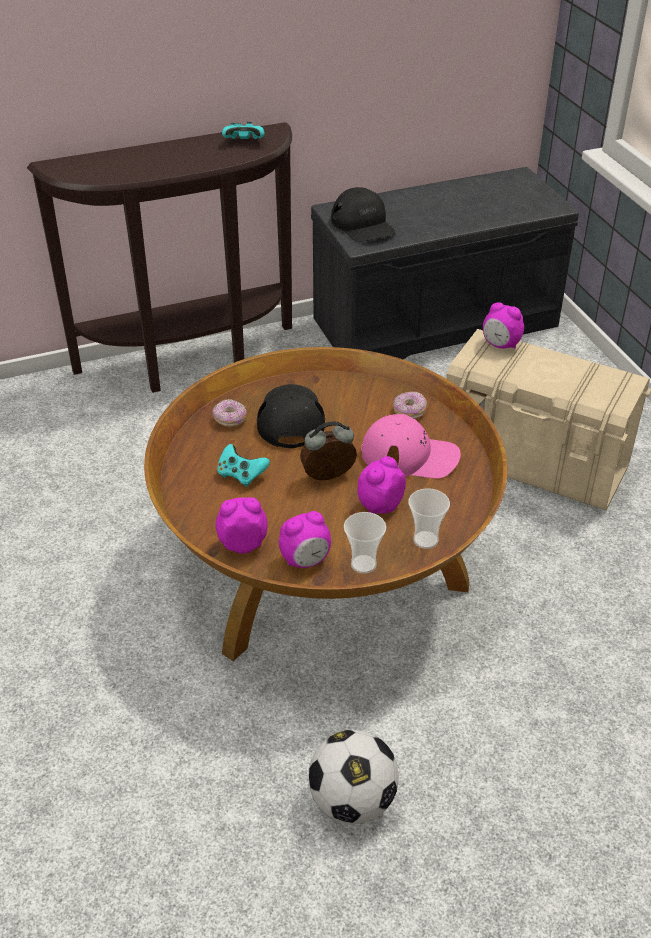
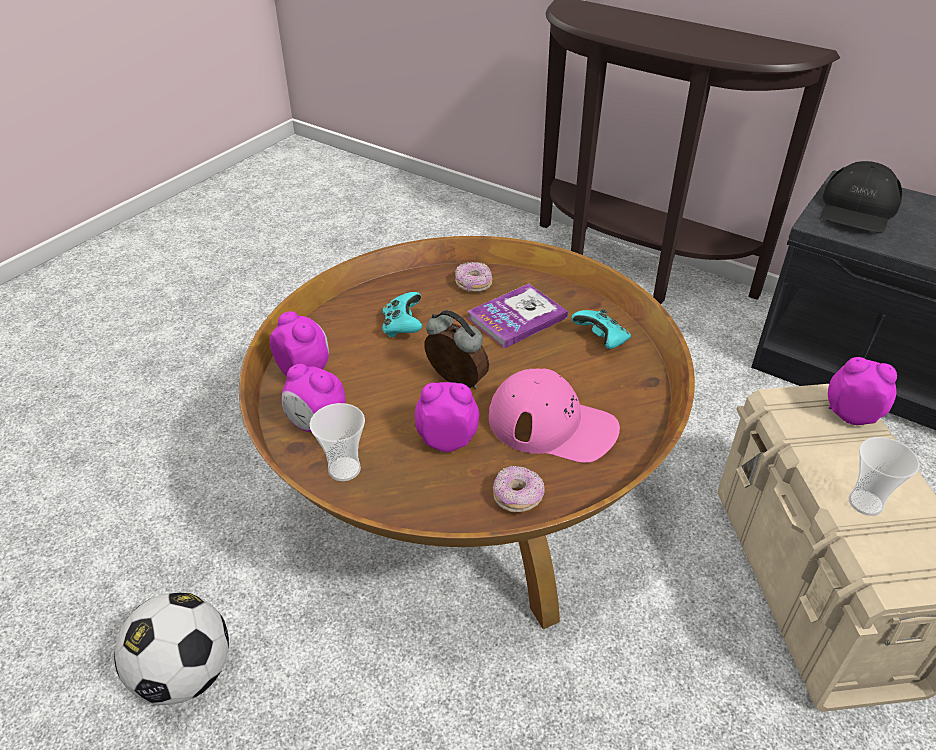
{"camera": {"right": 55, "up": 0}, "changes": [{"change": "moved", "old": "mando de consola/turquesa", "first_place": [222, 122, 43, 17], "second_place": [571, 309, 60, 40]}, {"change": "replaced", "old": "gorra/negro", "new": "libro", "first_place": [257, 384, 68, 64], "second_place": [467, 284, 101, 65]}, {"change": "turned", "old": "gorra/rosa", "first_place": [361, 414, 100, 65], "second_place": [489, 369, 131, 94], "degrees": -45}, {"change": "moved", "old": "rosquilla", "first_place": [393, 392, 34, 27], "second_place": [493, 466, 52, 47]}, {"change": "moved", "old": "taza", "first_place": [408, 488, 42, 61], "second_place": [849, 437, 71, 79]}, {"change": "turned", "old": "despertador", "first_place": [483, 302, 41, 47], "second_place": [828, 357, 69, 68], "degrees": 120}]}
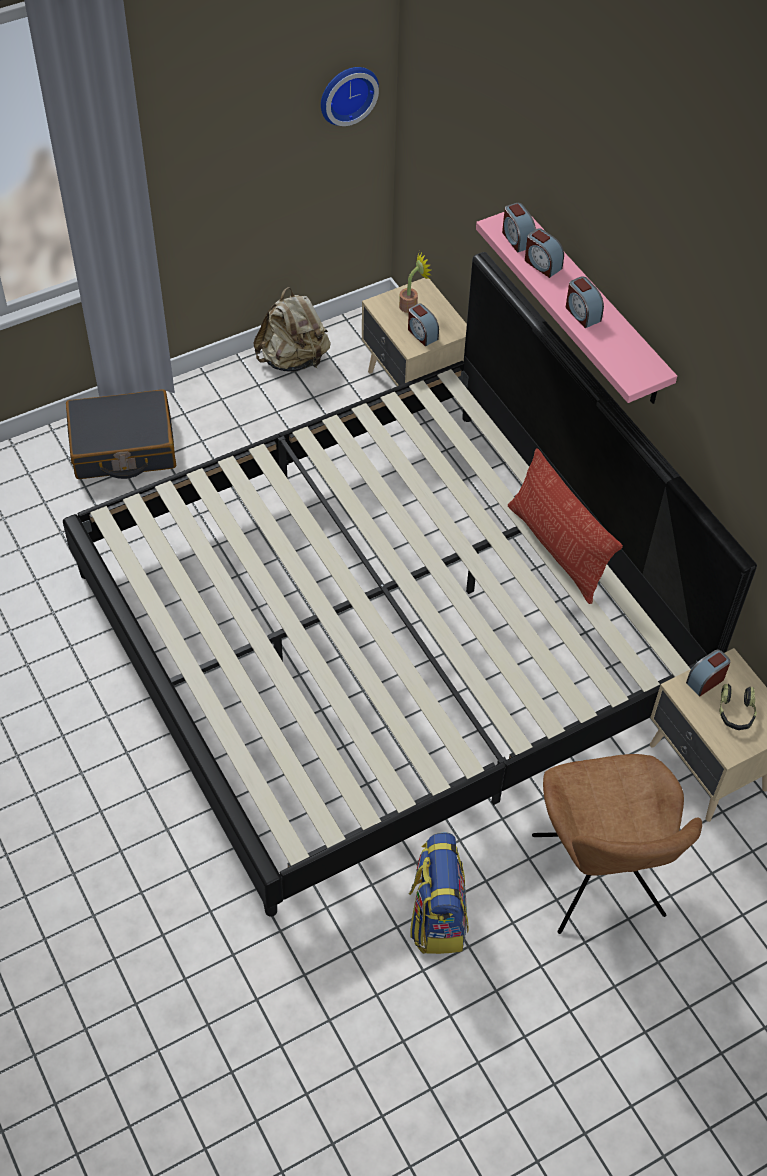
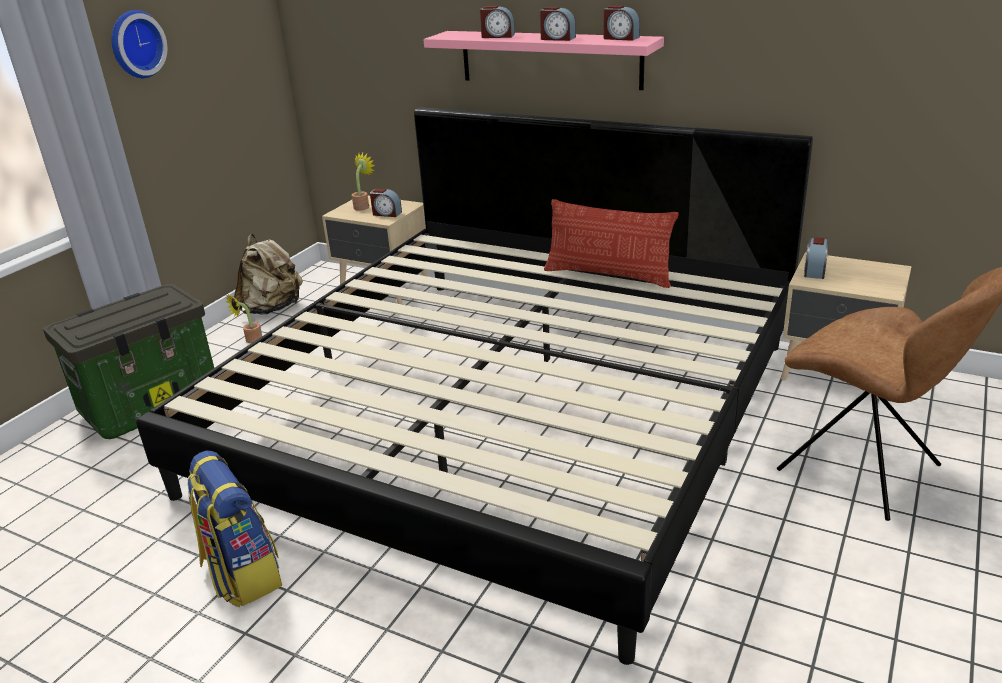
{"camera": {"right": -30, "up": -25}, "changes": [{"change": "replaced", "old": "maleta/negro", "new": "caja de almacenaje", "first_place": [66, 389, 110, 90], "second_place": [43, 284, 171, 155]}, {"change": "moved", "old": "reloj de pared", "first_place": [321, 67, 58, 59], "second_place": [111, 10, 56, 68]}, {"change": "moved", "old": "mochila", "first_place": [409, 832, 59, 122], "second_place": [187, 451, 95, 157]}, {"change": "moved", "old": "despertador", "first_place": [502, 203, 34, 50], "second_place": [604, 5, 36, 36]}, {"change": "removed", "old": "auriculares", "first_place": [719, 684, 38, 46]}, {"change": "added", "new": "planta en maceta", "second_place": [224, 295, 38, 48]}]}
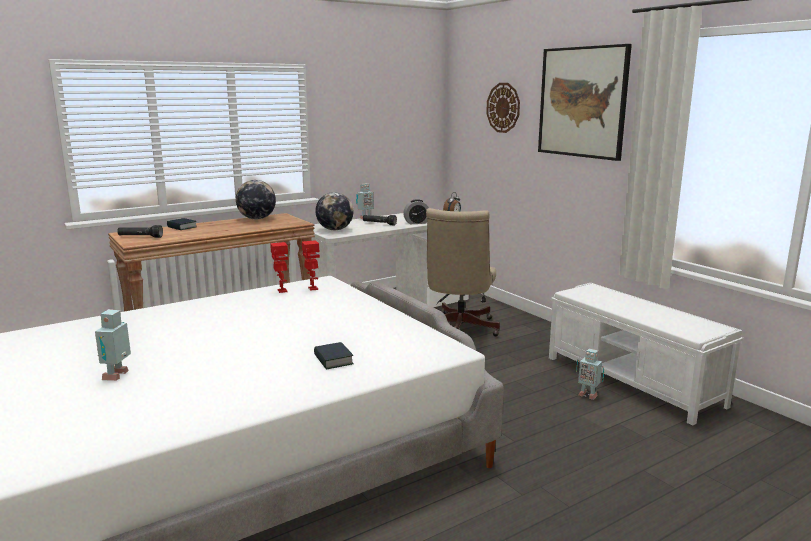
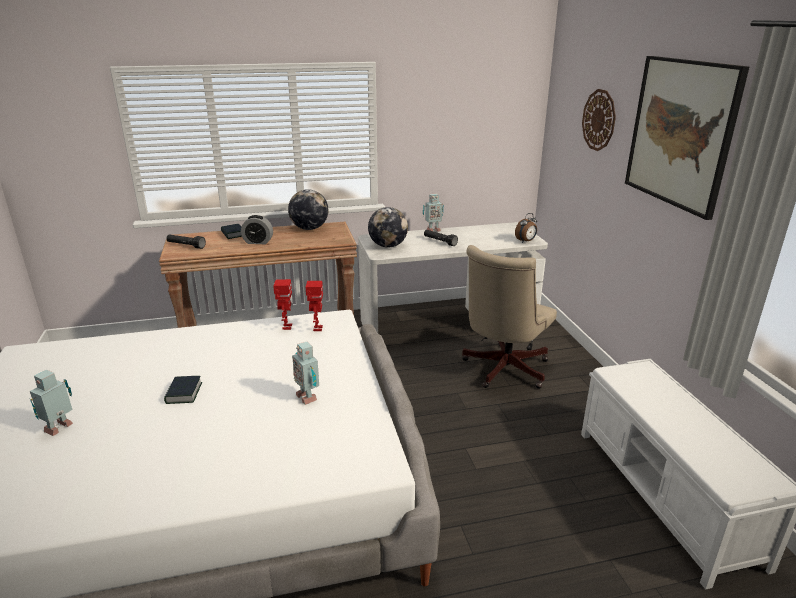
{"camera": {"right": 20, "up": 10}, "changes": [{"change": "moved", "old": "libro", "first_place": [314, 342, 40, 28], "second_place": [164, 376, 38, 28]}, {"change": "moved", "old": "despertador", "first_place": [403, 199, 26, 25], "second_place": [241, 215, 32, 29]}, {"change": "moved", "old": "robot de juguete", "first_place": [576, 348, 28, 52], "second_place": [292, 341, 27, 64]}]}
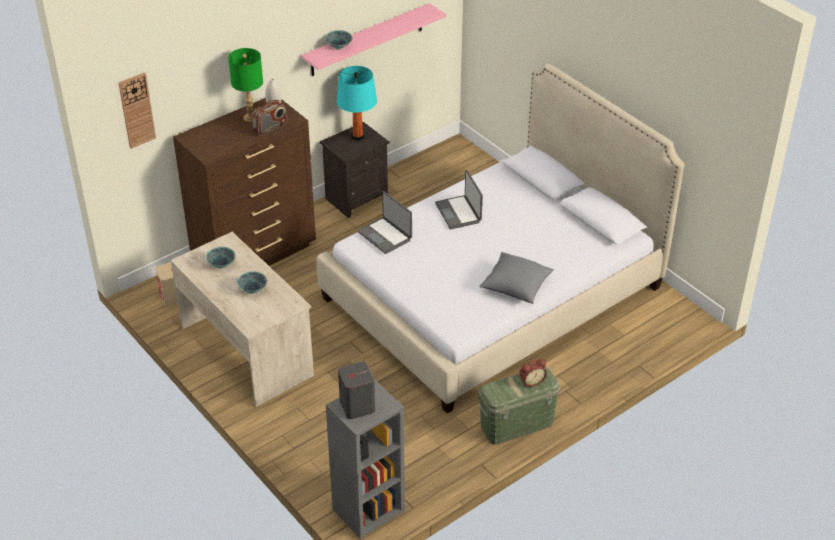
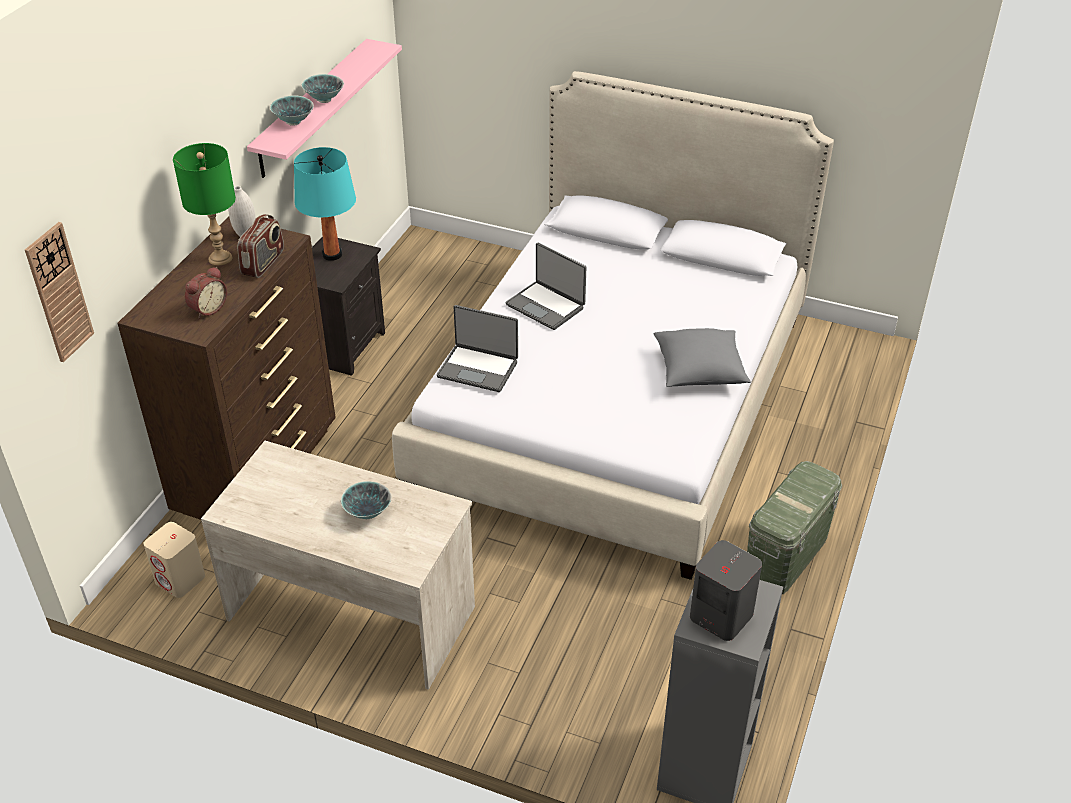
{"camera": {"right": -30, "up": 0}, "changes": [{"change": "moved", "old": "cuenco", "first_place": [206, 246, 30, 23], "second_place": [302, 74, 42, 29]}, {"change": "moved", "old": "despertador", "first_place": [519, 359, 28, 28], "second_place": [185, 267, 42, 51]}]}
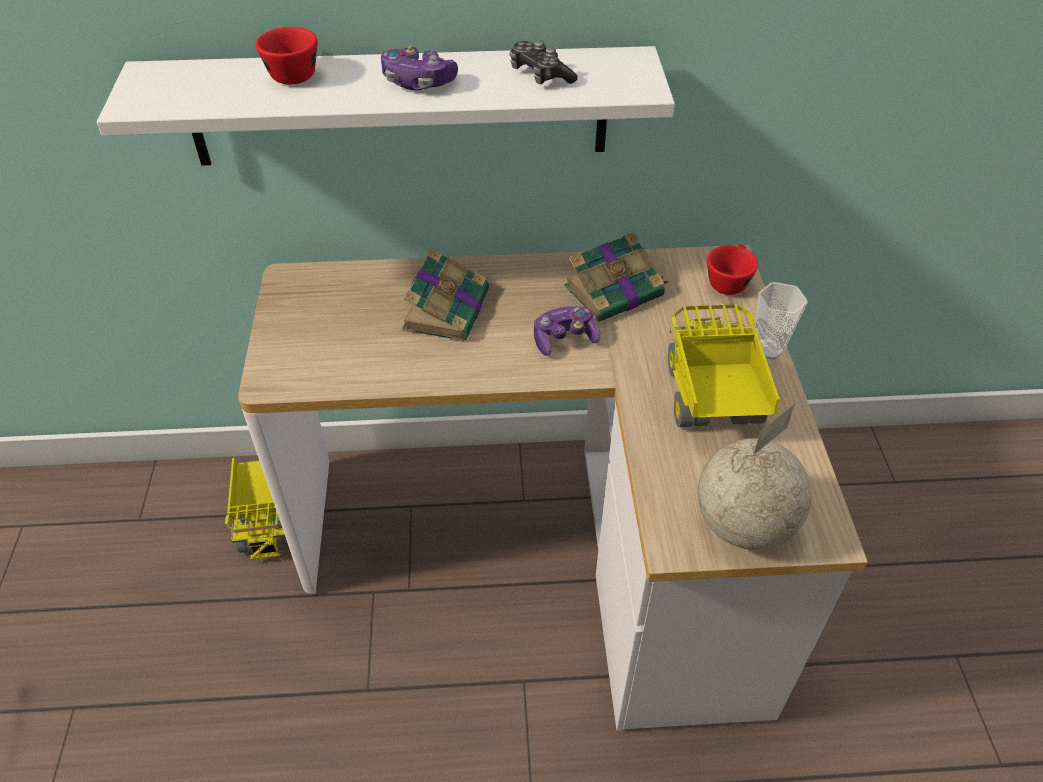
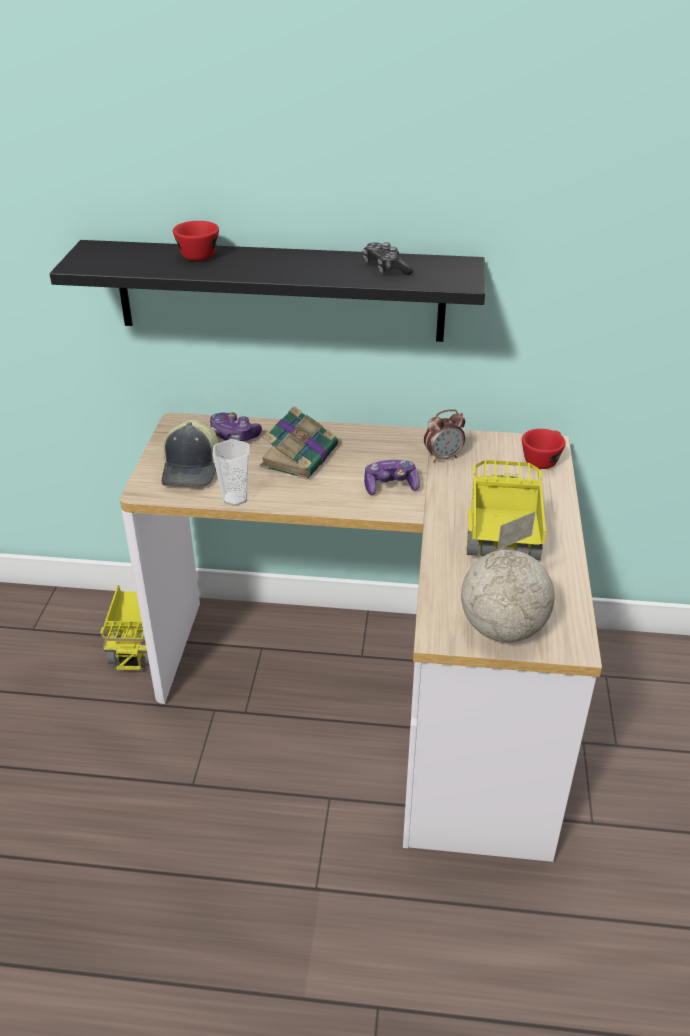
{"camera": {"right": 10, "up": -10}, "changes": [{"change": "recoloured", "old": "estante/blanco", "new": "estante/negro", "first_place": [97, 46, 578, 120], "second_place": [50, 240, 435, 102]}, {"change": "moved", "old": "mando de consola", "first_place": [381, 46, 77, 44], "second_place": [210, 412, 52, 29]}, {"change": "replaced", "old": "libro", "new": "despertador", "first_place": [564, 232, 105, 90], "second_place": [424, 409, 41, 54]}, {"change": "moved", "old": "taza", "first_place": [755, 282, 53, 78], "second_place": [213, 439, 36, 67]}, {"change": "added", "new": "gorra", "second_place": [162, 420, 57, 67]}]}
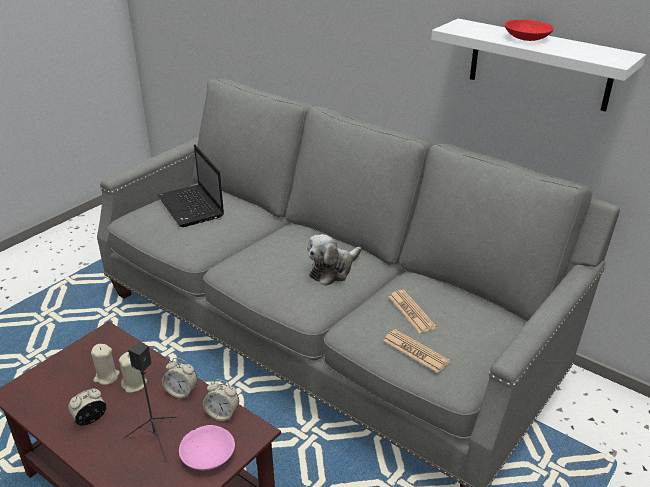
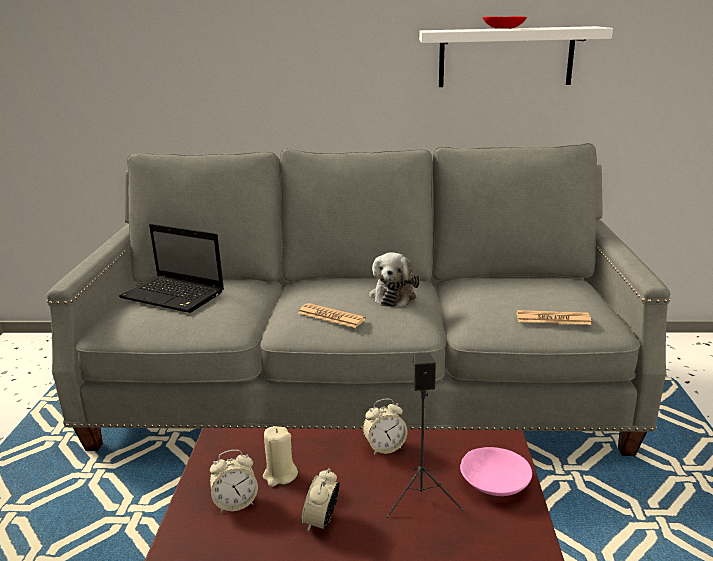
{"camera": {"right": -35, "up": -10}, "changes": [{"change": "removed", "old": "vela/beis", "first_place": [119, 352, 28, 41]}, {"change": "moved", "old": "despertador", "first_place": [203, 379, 36, 42], "second_place": [210, 450, 48, 63]}, {"change": "moved", "old": "periódico", "first_place": [388, 290, 48, 43], "second_place": [298, 303, 68, 25]}]}
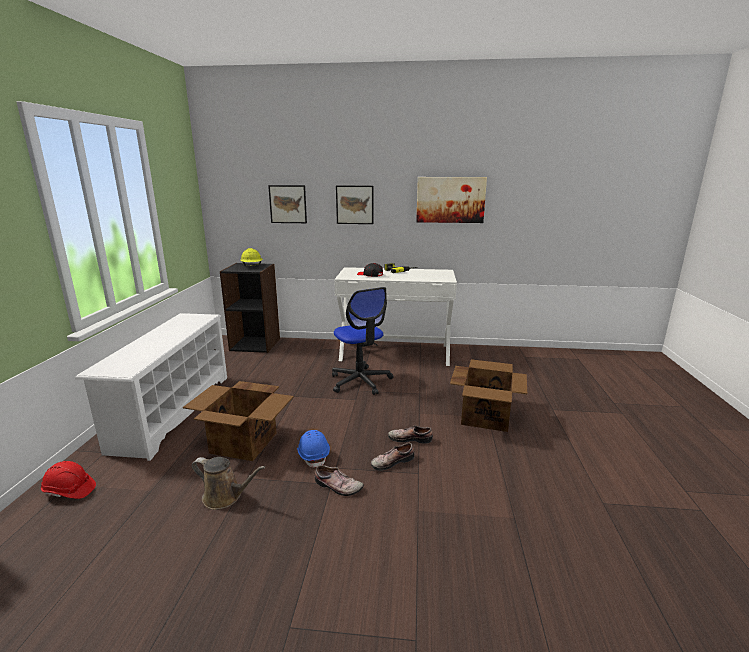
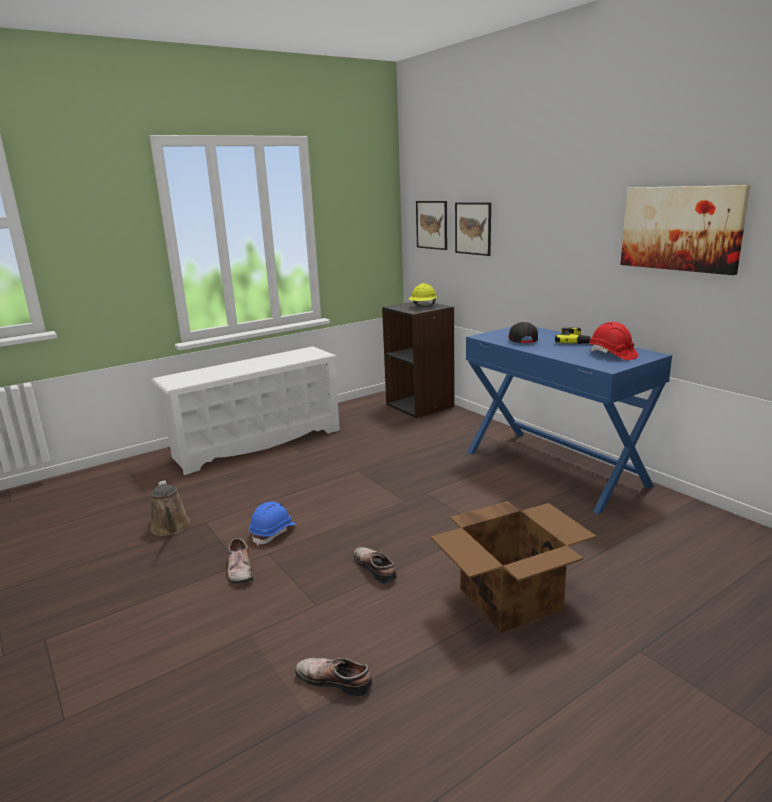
{"camera": {"right": 50, "up": 0}, "changes": [{"change": "moved", "old": "casco/rojo", "first_place": [41, 461, 55, 38], "second_place": [589, 322, 49, 38]}, {"change": "removed", "old": "caja de cartón", "first_place": [183, 381, 111, 80]}, {"change": "removed", "old": "silla de oficina", "first_place": [332, 287, 62, 108]}, {"change": "recoloured", "old": "escritorio/blanco", "new": "escritorio/azul", "first_place": [334, 267, 123, 99], "second_place": [466, 327, 206, 187]}, {"change": "moved", "old": "cuadro", "first_place": [336, 185, 37, 39], "second_place": [416, 201, 31, 49]}, {"change": "moved", "old": "zapato", "first_place": [371, 443, 43, 28], "second_place": [295, 658, 77, 39]}]}
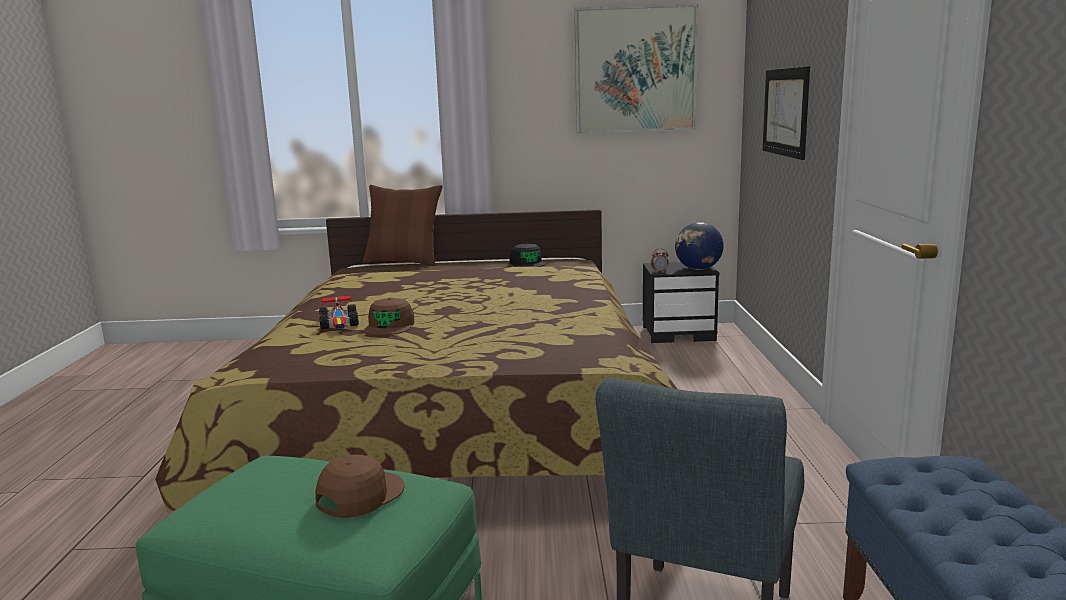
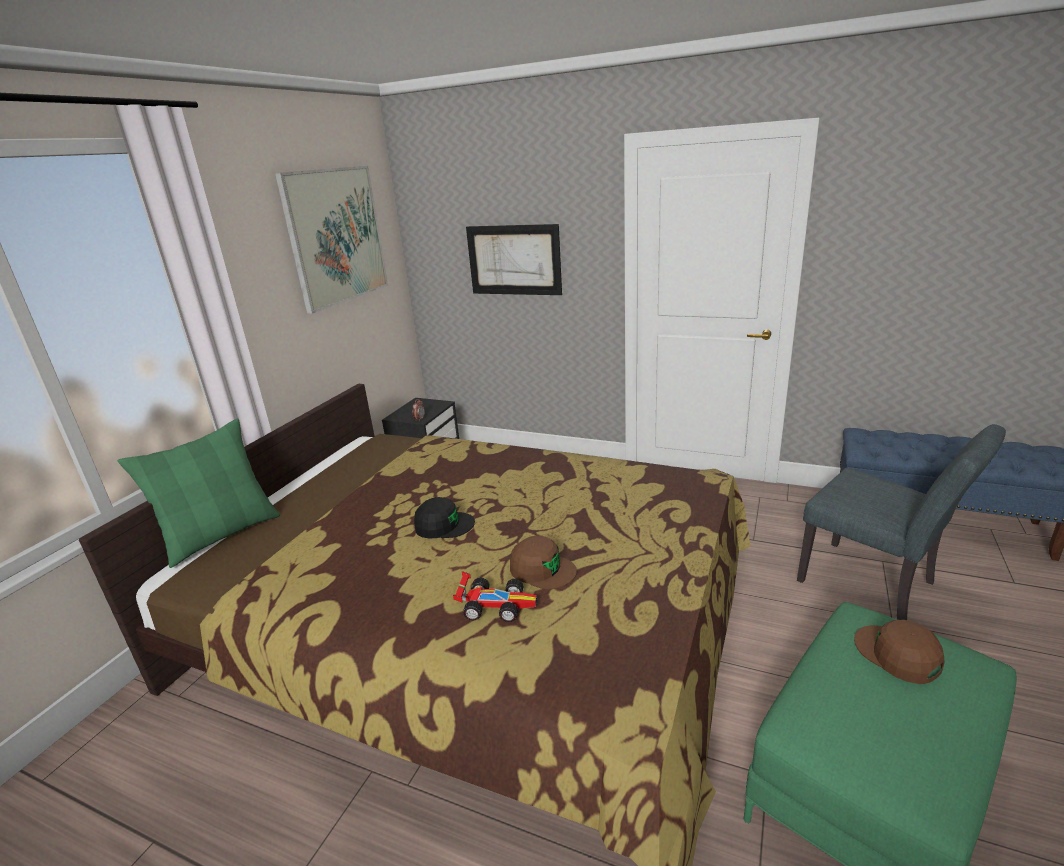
{"camera": {"right": -65, "up": 10}, "changes": [{"change": "recoloured", "old": "cojín/marrón", "new": "cojín/verde", "first_place": [362, 185, 81, 81], "second_place": [118, 418, 162, 150]}, {"change": "moved", "old": "gorra/negro", "first_place": [510, 244, 37, 23], "second_place": [414, 497, 61, 42]}, {"change": "removed", "old": "globo terráqueo", "first_place": [675, 222, 48, 48]}]}
